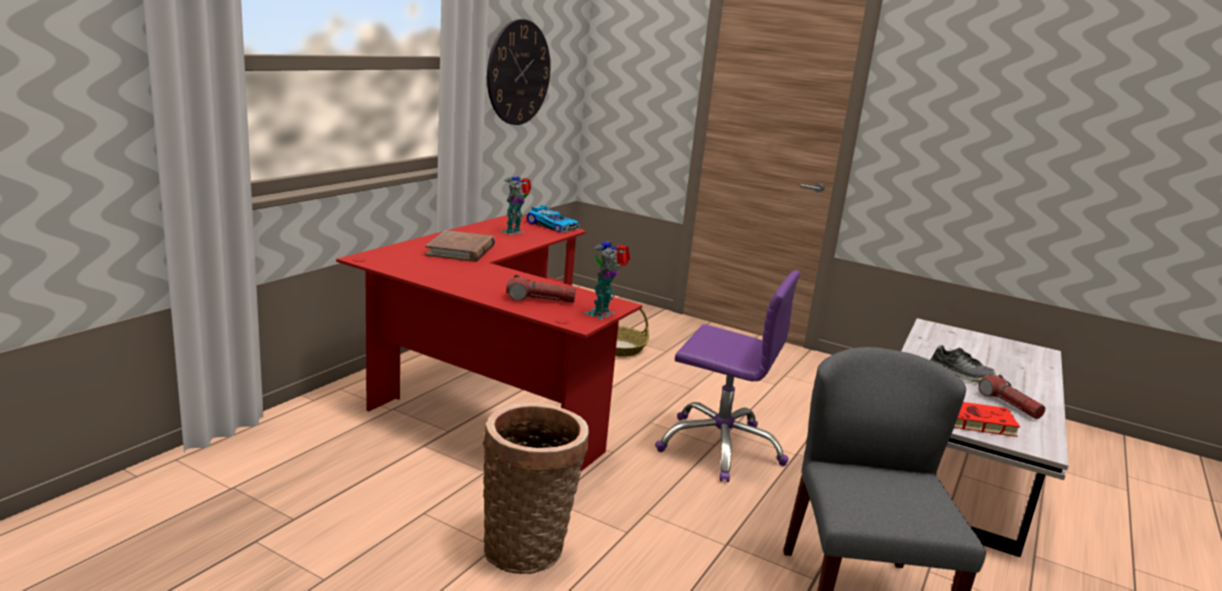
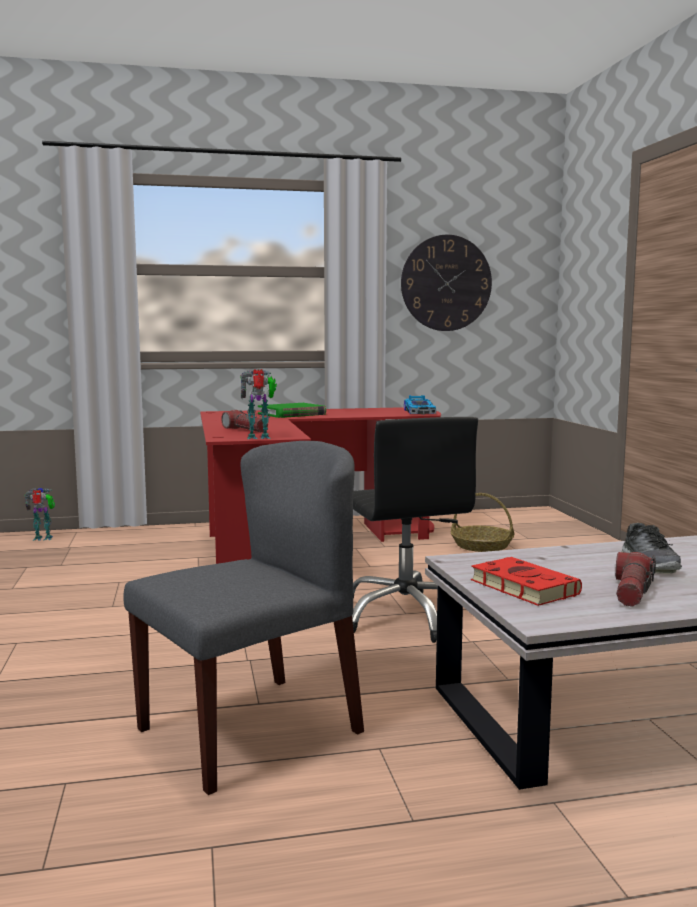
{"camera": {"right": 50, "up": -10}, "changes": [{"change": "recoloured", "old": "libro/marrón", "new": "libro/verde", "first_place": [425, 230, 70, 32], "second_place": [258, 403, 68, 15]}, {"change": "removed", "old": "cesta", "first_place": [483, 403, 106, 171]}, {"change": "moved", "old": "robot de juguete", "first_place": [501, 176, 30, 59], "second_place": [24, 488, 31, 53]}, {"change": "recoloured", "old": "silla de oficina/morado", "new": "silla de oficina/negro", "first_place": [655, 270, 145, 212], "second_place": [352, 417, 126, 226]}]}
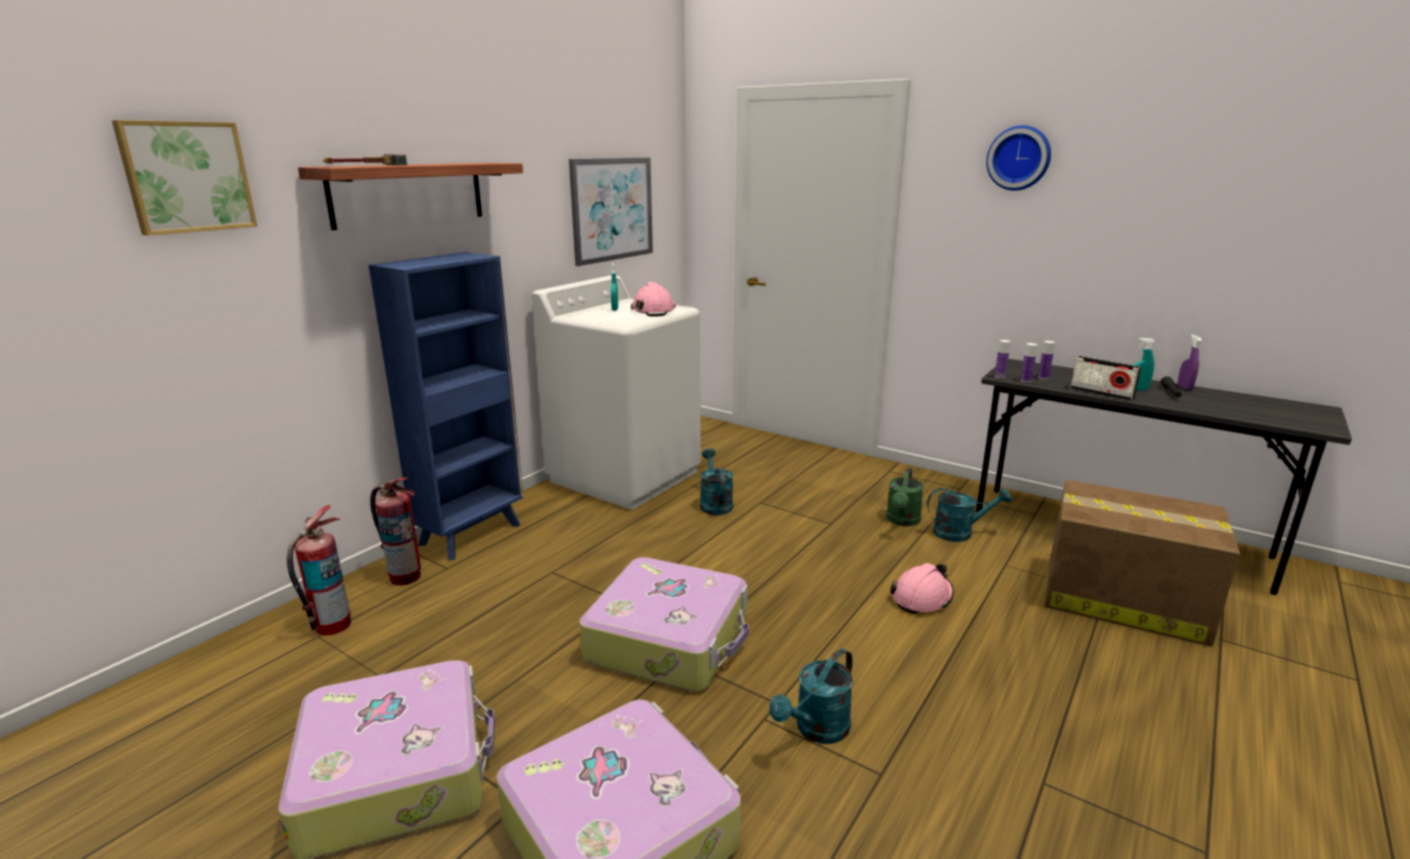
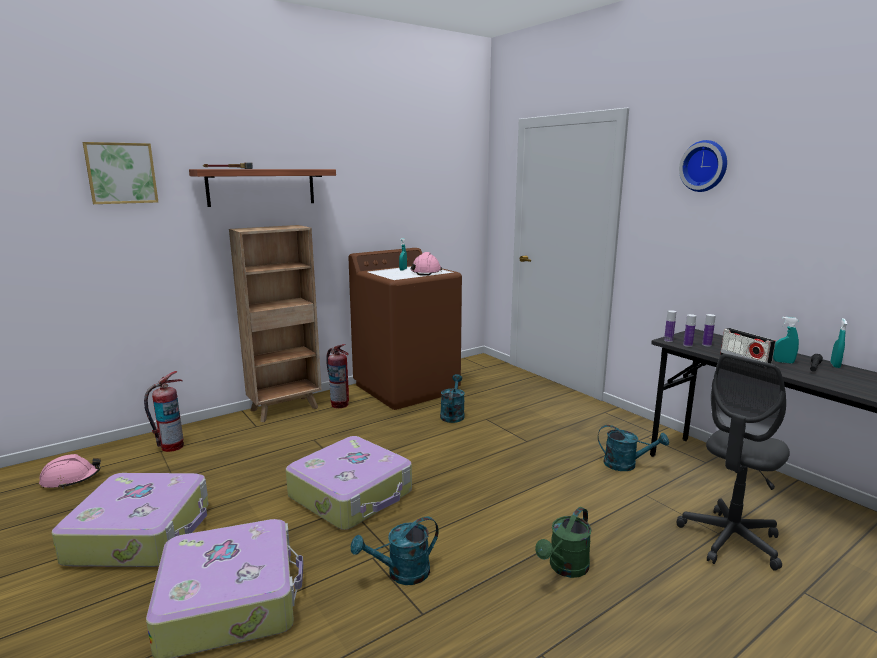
{"camera": {"right": 20, "up": -5}, "changes": [{"change": "recoloured", "old": "estantería/azul", "new": "estantería/marrón", "first_place": [369, 252, 154, 308], "second_place": [229, 225, 93, 197]}, {"change": "moved", "old": "extintor", "first_place": [370, 477, 51, 109], "second_place": [326, 344, 23, 64]}, {"change": "recoloured", "old": "lavadora/blanco", "new": "lavadora/marrón", "first_place": [532, 275, 169, 234], "second_place": [348, 248, 114, 162]}, {"change": "removed", "old": "cuadro", "first_place": [569, 157, 84, 109]}, {"change": "moved", "old": "regadera/verde", "first_place": [886, 468, 38, 58], "second_place": [535, 507, 57, 71]}, {"change": "moved", "old": "casco/rosa", "first_place": [890, 563, 64, 51], "second_place": [39, 454, 62, 35]}, {"change": "replaced", "old": "caja de cartón", "new": "silla de oficina/gris", "first_place": [1044, 480, 196, 167], "second_place": [677, 354, 113, 217]}, {"change": "recoloured", "old": "pulverizador/morado", "new": "pulverizador/turquesa", "first_place": [1178, 335, 24, 55], "second_place": [831, 318, 16, 50]}]}
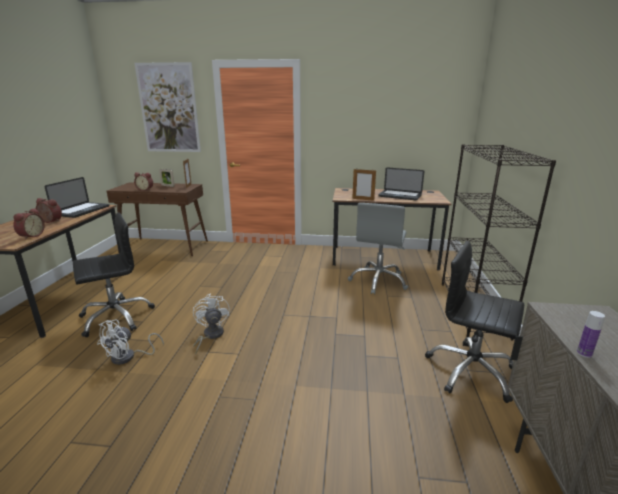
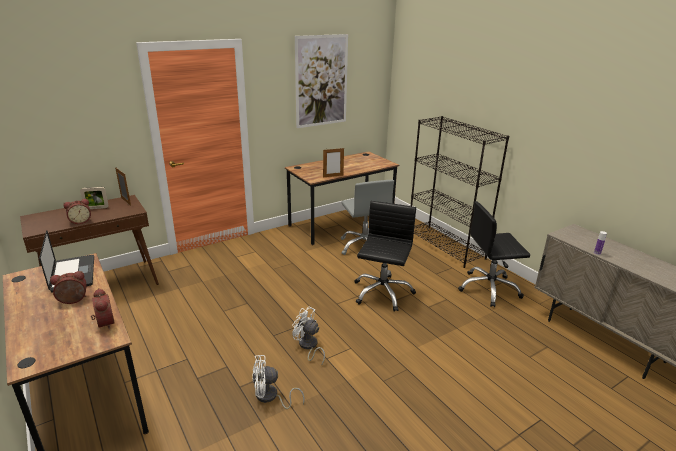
{"camera": {"right": -40, "up": 5}, "changes": [{"change": "moved", "old": "silla de oficina/negro", "first_place": [73, 212, 82, 125], "second_place": [354, 201, 62, 111]}, {"change": "turned", "old": "ventilador/blanco", "first_place": [97, 320, 67, 45], "second_place": [252, 355, 53, 54], "degrees": 90}, {"change": "moved", "old": "cuadro", "first_place": [134, 62, 67, 90], "second_place": [295, 34, 53, 94]}, {"change": "removed", "old": "portátil", "first_place": [378, 168, 47, 32]}]}
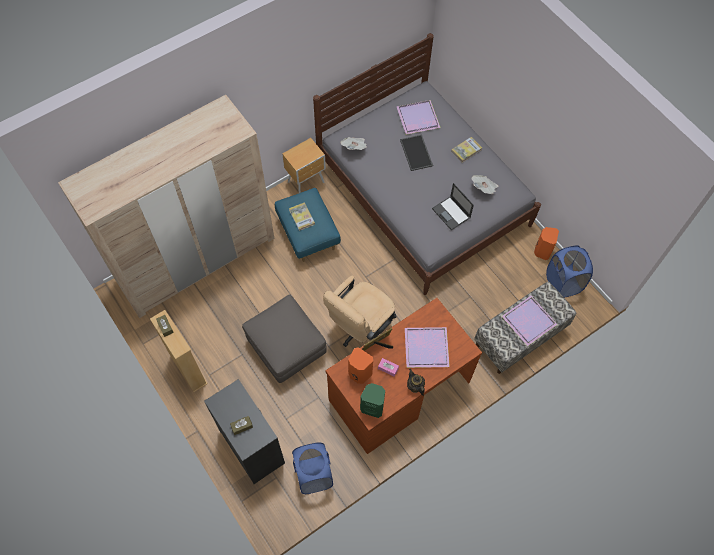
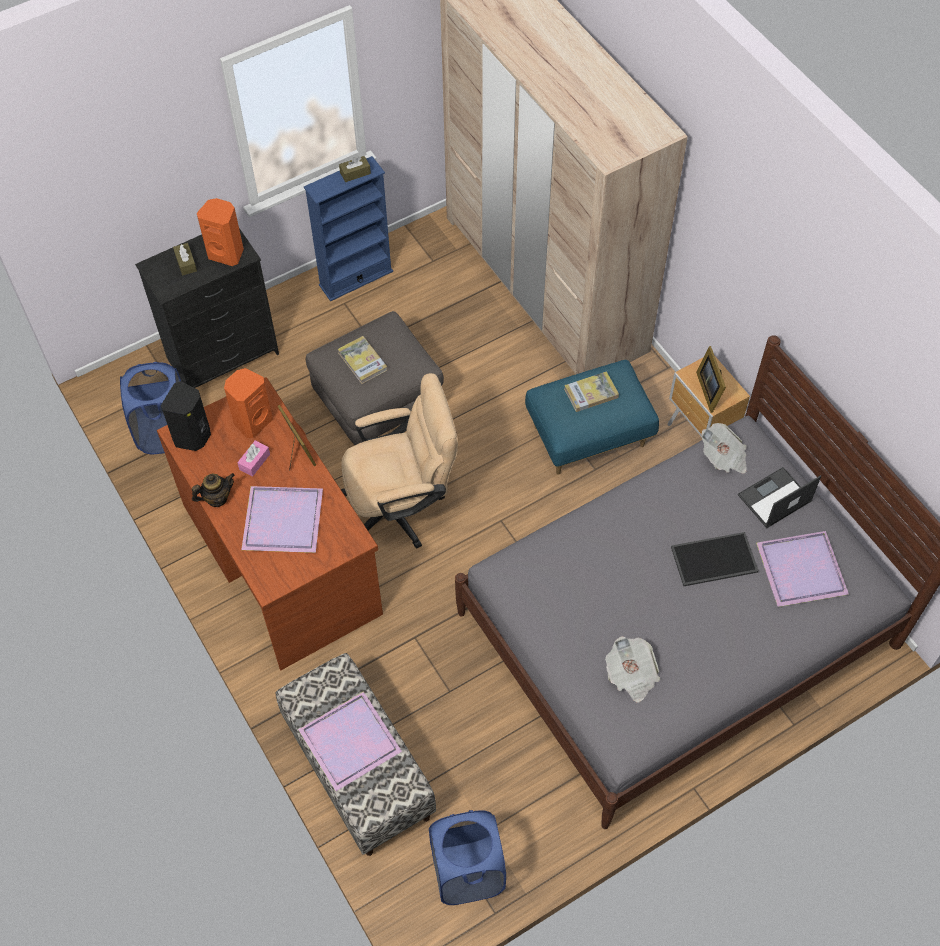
{"camera": {"right": 95, "up": -5}, "changes": [{"change": "recoloured", "old": "estantería/beis", "new": "estantería/azul", "first_place": [150, 310, 58, 82], "second_place": [304, 156, 89, 145]}, {"change": "turned", "old": "silla de oficina/beis", "first_place": [323, 276, 74, 71], "second_place": [341, 373, 117, 176], "degrees": 120}, {"change": "recoloured", "old": "altavoz/verde", "new": "altavoz/negro", "first_place": [360, 383, 25, 35], "second_place": [161, 381, 50, 70]}, {"change": "moved", "old": "portátil", "first_place": [432, 183, 42, 48], "second_place": [738, 467, 83, 61]}, {"change": "moved", "old": "libro", "first_place": [451, 137, 31, 26], "second_place": [338, 336, 49, 48]}, {"change": "moved", "old": "altavoz/naranja", "first_place": [534, 227, 25, 33], "second_place": [197, 198, 47, 68]}, {"change": "added", "new": "portarretratos", "second_place": [696, 346, 30, 67]}]}
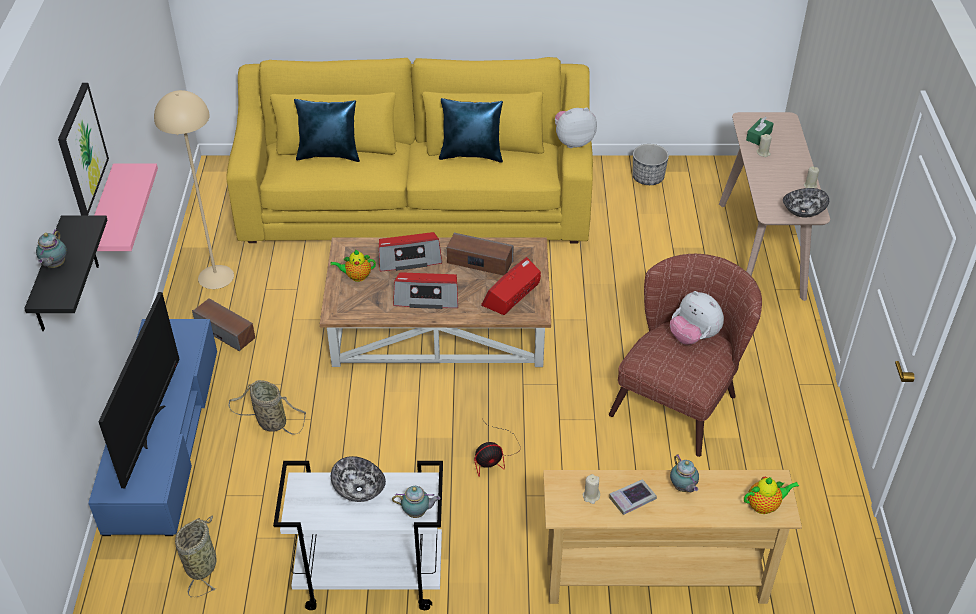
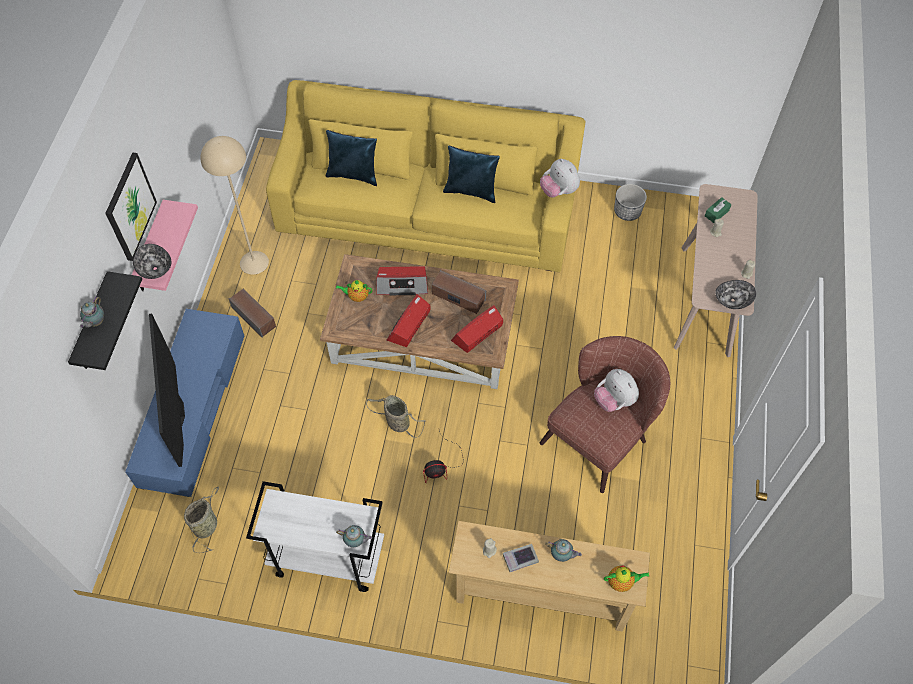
{"camera": {"right": 10, "up": 15}, "changes": [{"change": "turned", "old": "televisor", "first_place": [98, 292, 81, 196], "second_place": [149, 313, 36, 154], "degrees": 150}, {"change": "moved", "old": "cesta", "first_place": [229, 380, 77, 55], "second_place": [366, 395, 60, 43]}, {"change": "moved", "old": "cuenco", "first_place": [331, 456, 55, 46], "second_place": [133, 244, 38, 35]}, {"change": "turned", "old": "radio", "first_place": [393, 272, 65, 37], "second_place": [386, 294, 45, 53], "degrees": 105}, {"change": "turned", "old": "peluche", "first_place": [555, 107, 42, 41], "second_place": [540, 159, 40, 38], "degrees": -120}, {"change": "turned", "old": "tetera", "first_place": [670, 454, 29, 38], "second_place": [545, 539, 37, 23], "degrees": -60}]}
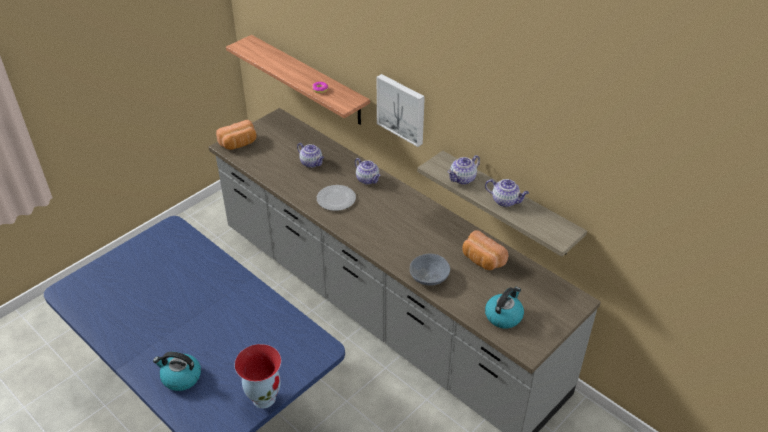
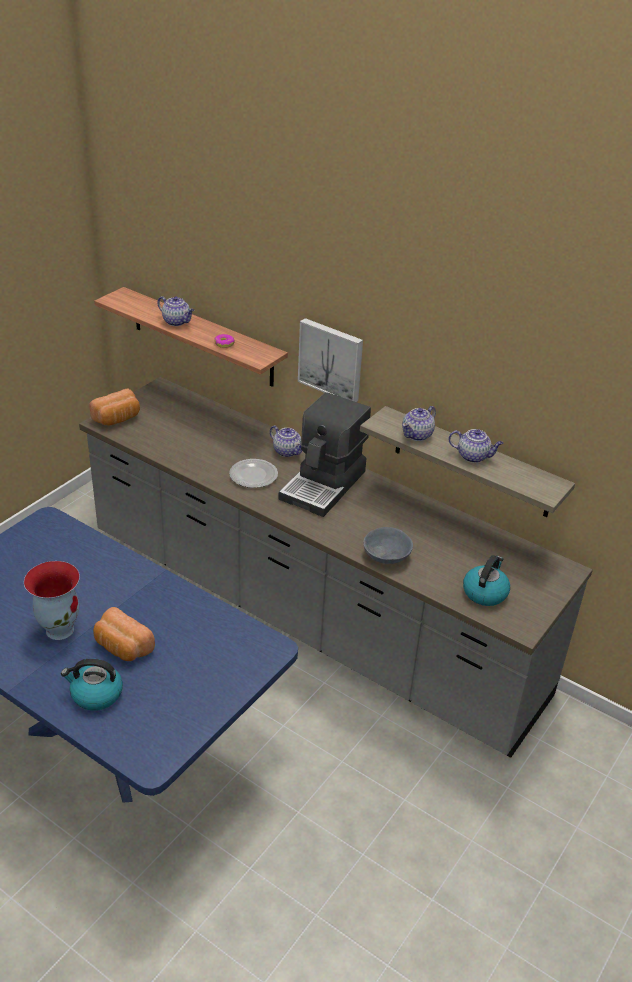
{"camera": {"right": -10, "up": -5}, "changes": [{"change": "moved", "old": "florero", "first_place": [234, 344, 47, 64], "second_place": [24, 561, 56, 79]}, {"change": "moved", "old": "tetera", "first_place": [297, 143, 27, 25], "second_place": [157, 296, 37, 30]}, {"change": "moved", "old": "pan", "first_place": [462, 230, 46, 40], "second_place": [93, 607, 62, 54]}, {"change": "added", "new": "cafetera", "second_place": [279, 392, 92, 125]}]}
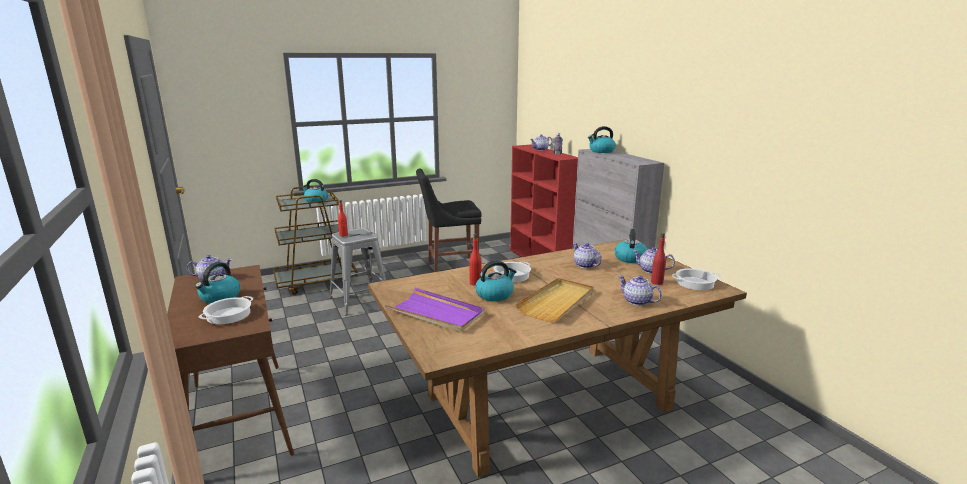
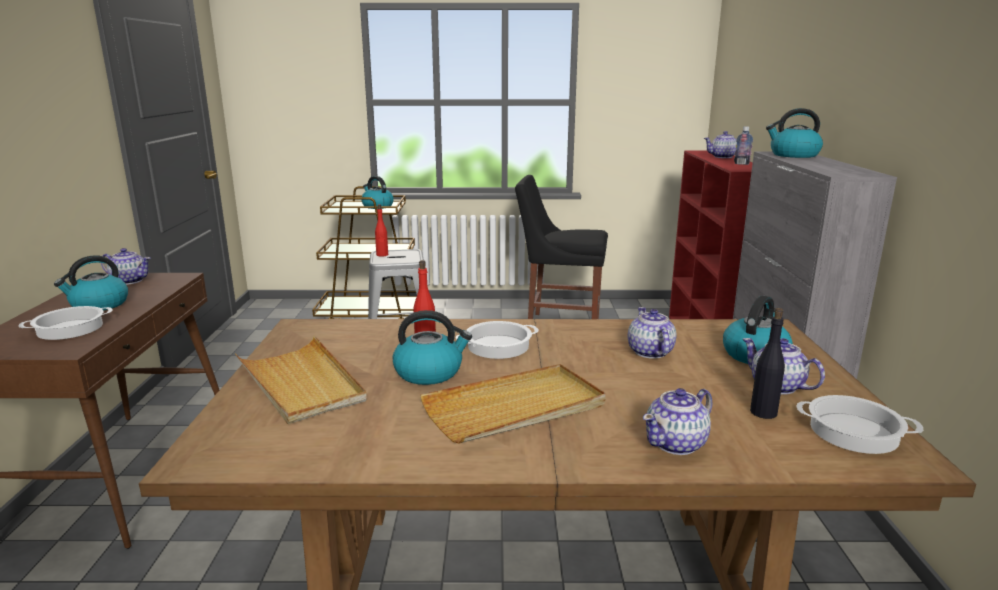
{"camera": {"right": 25, "up": 0}, "changes": [{"change": "recoloured", "old": "bandeja/morado", "new": "bandeja/beis", "first_place": [385, 288, 100, 45], "second_place": [235, 336, 132, 88]}, {"change": "turned", "old": "tetera", "first_place": [618, 275, 44, 31], "second_place": [643, 388, 69, 67], "degrees": -105}, {"change": "recoloured", "old": "botella/rojo", "new": "botella/negro", "first_place": [651, 233, 15, 52], "second_place": [750, 308, 35, 111]}]}
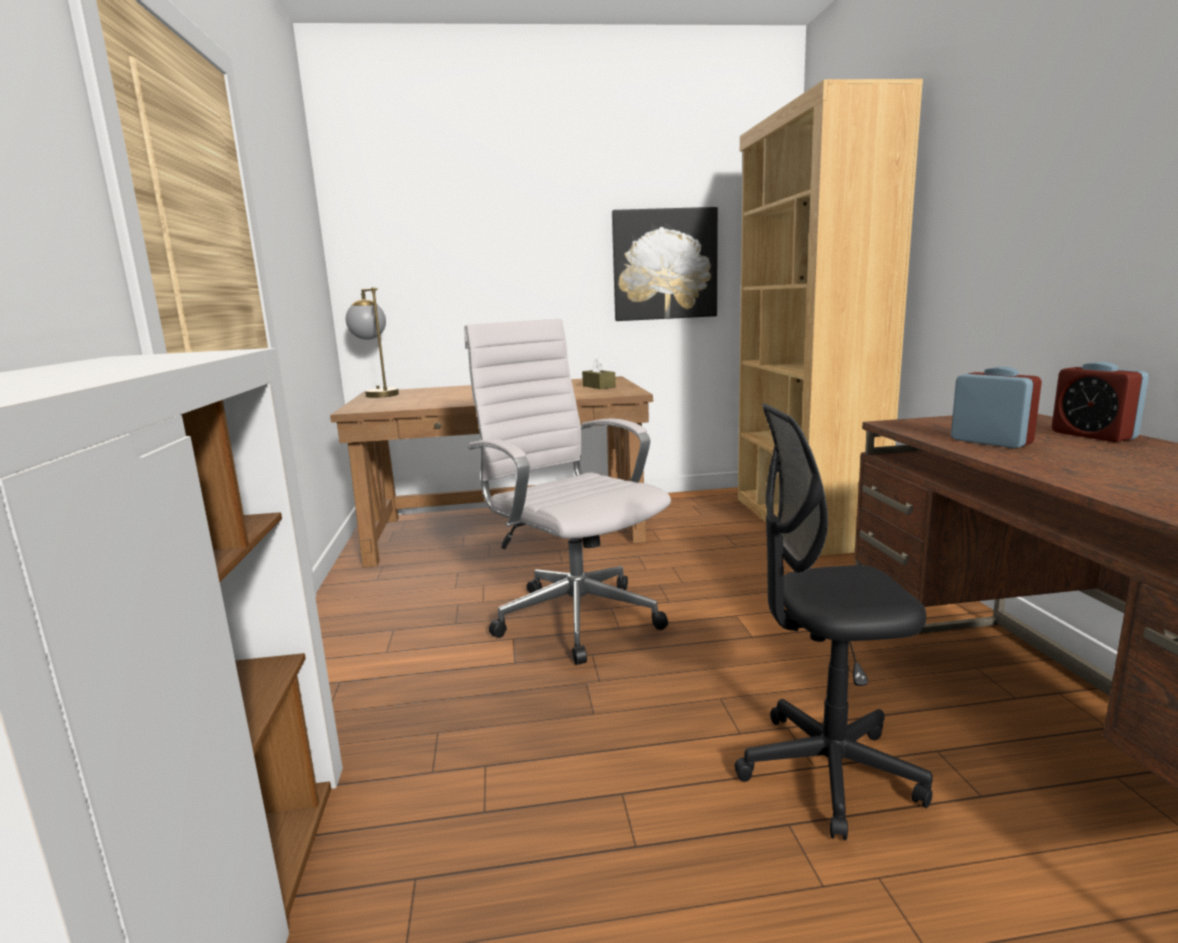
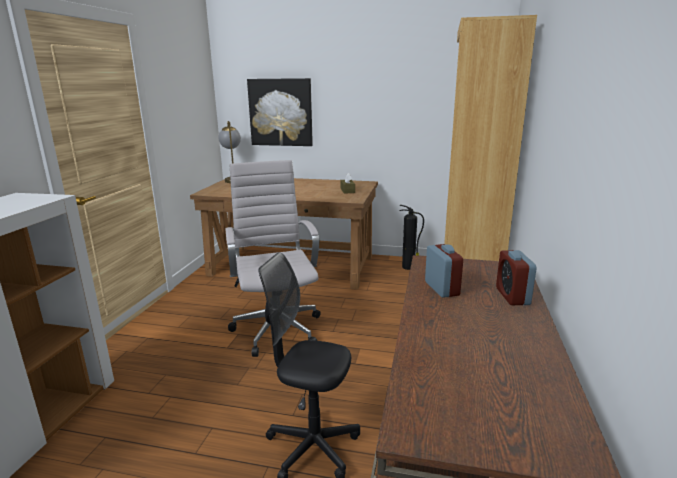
{"camera": {"right": 20, "up": 5}, "changes": [{"change": "moved", "old": "cuadro", "first_place": [612, 207, 106, 114], "second_place": [247, 78, 66, 68]}, {"change": "added", "new": "extintor", "second_place": [399, 205, 25, 65]}]}
